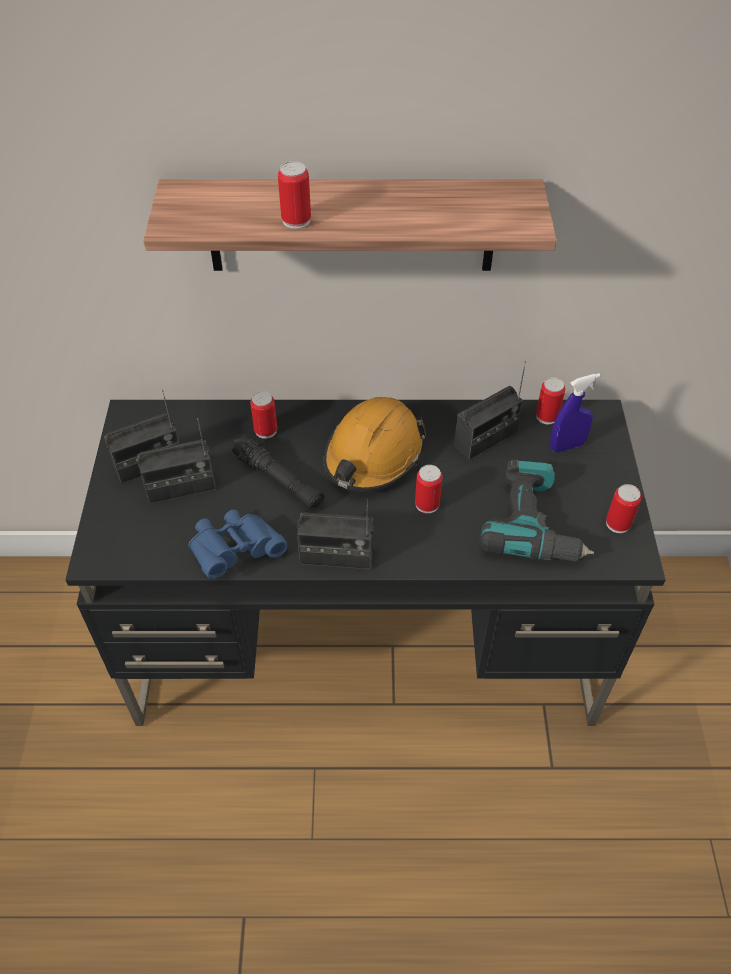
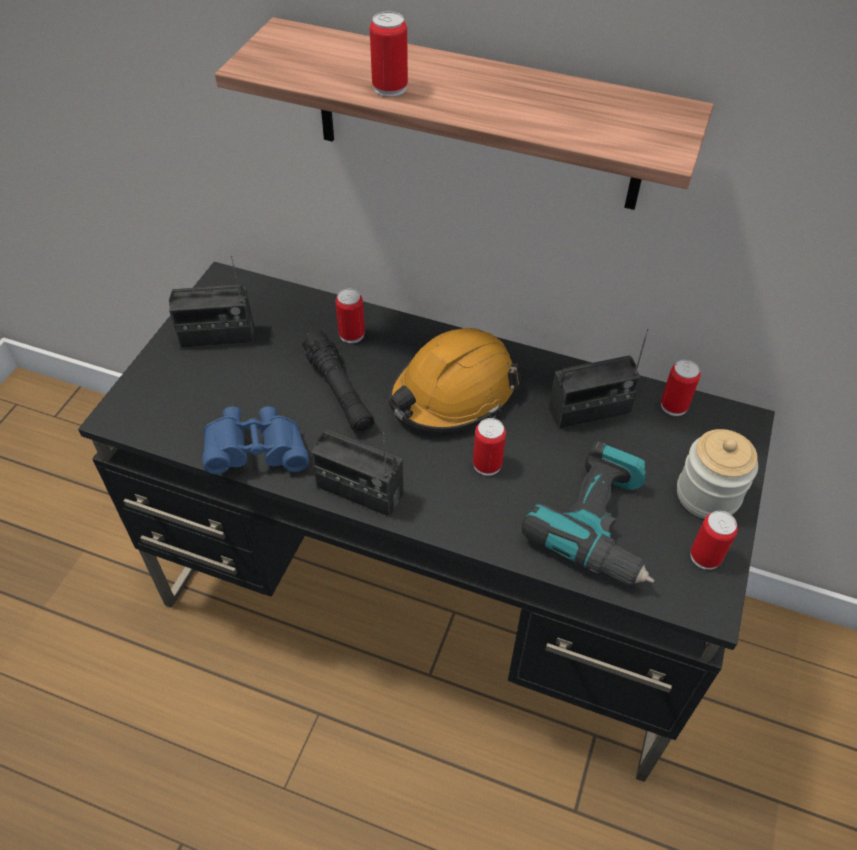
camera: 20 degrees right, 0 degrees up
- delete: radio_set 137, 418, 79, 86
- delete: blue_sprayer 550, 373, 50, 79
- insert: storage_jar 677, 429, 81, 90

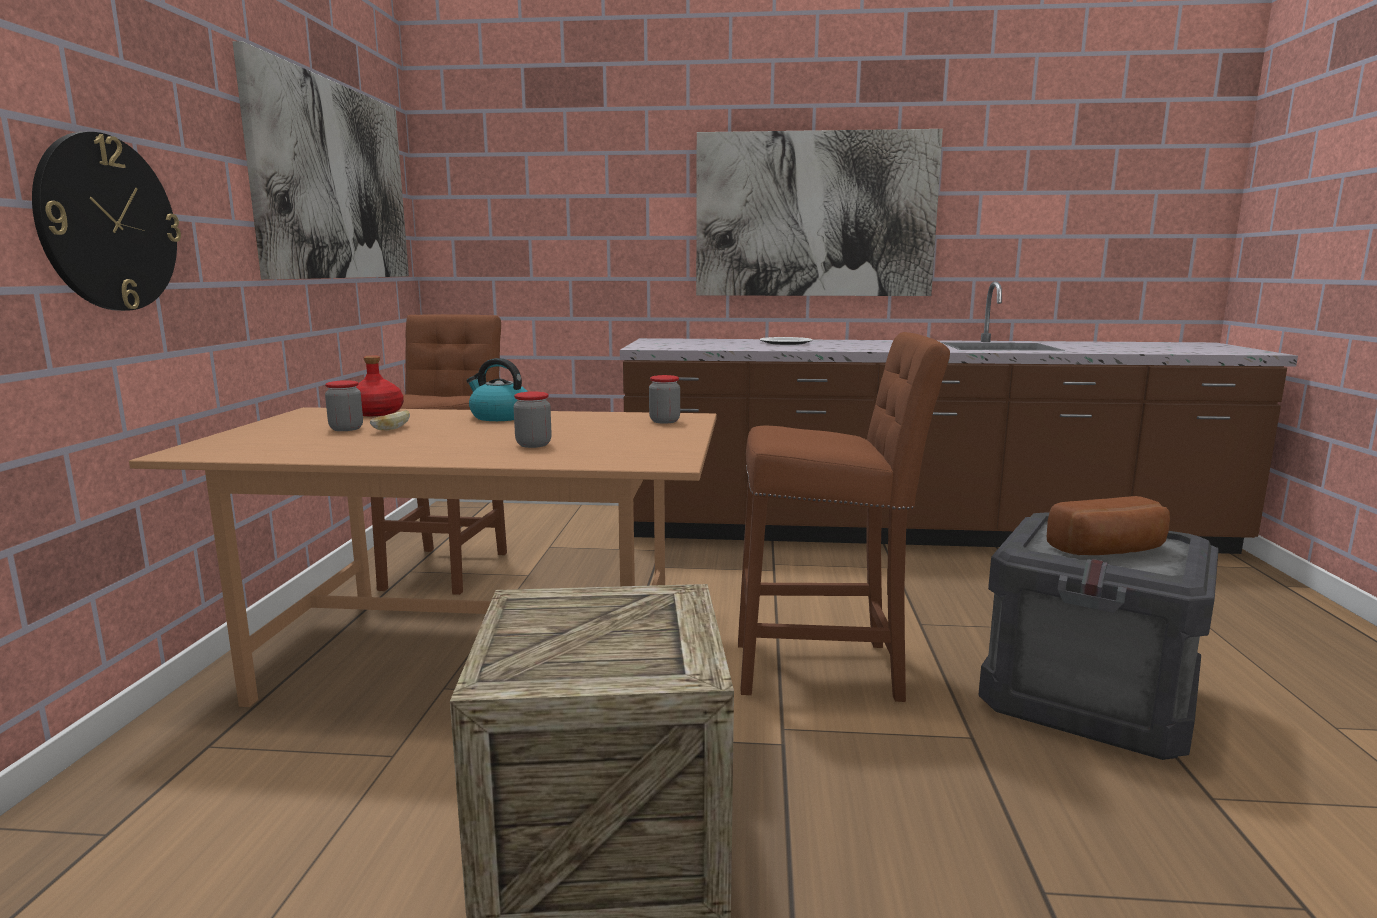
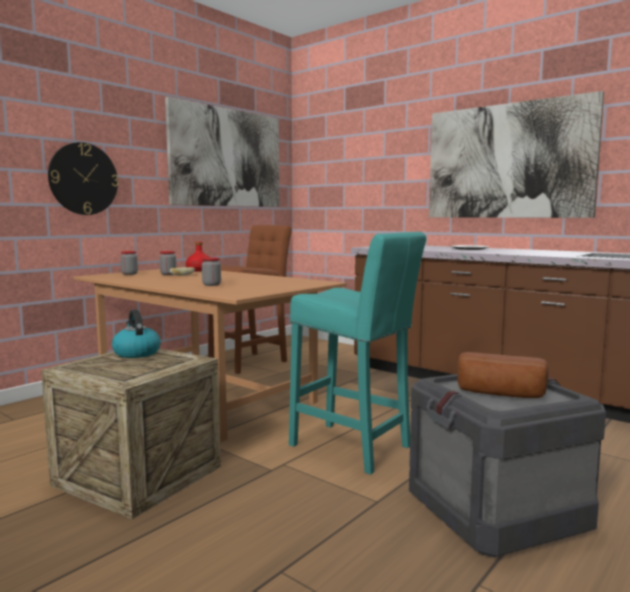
camera: 35 degrees right, 5 degrees down
- move: kettle 467, 358, 61, 63 to 112, 309, 49, 49
- move: storage_jar 649, 375, 31, 49 to 121, 251, 17, 24
- recolor: brownish_stool_seat 738, 332, 212, 370 to turquoise-coloured_stool_seat 289, 232, 137, 243

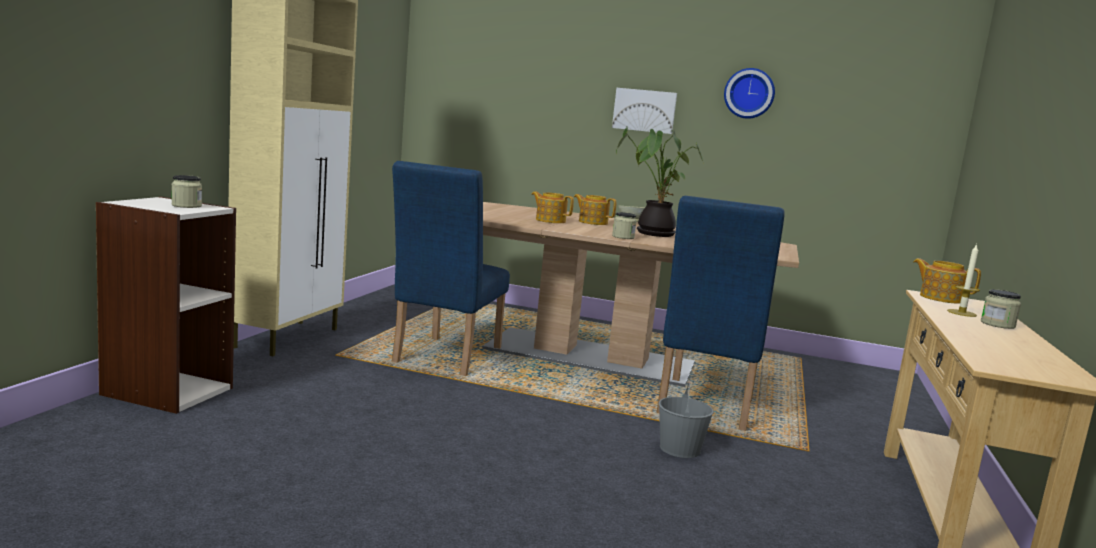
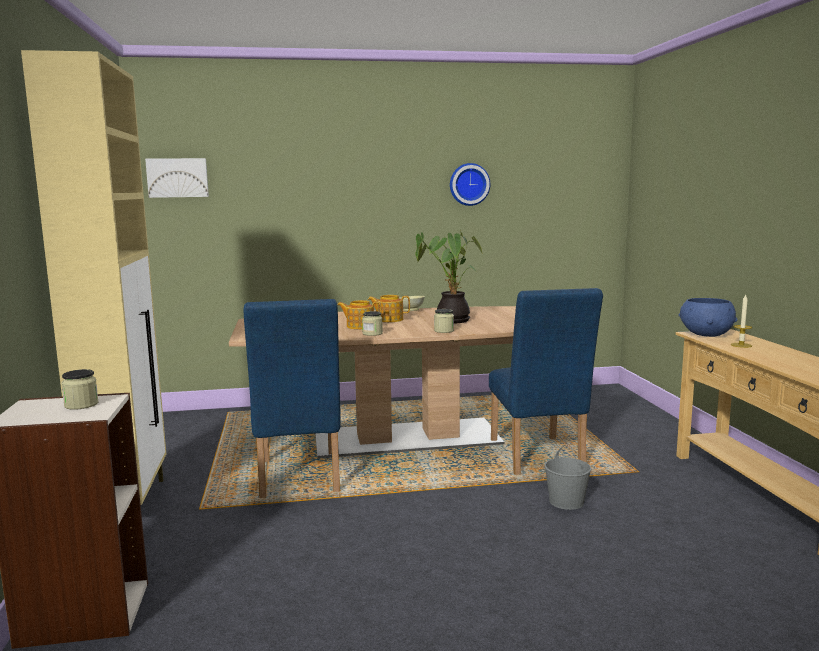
camera: 25 degrees left, 0 degrees up
- move: picture 612, 88, 65, 46 to 145, 158, 64, 40
- move: storage_jar 981, 289, 40, 40 to 362, 311, 21, 25
- replace: tea_pot 913, 258, 68, 45 to blue_serving_bowl 679, 298, 58, 39

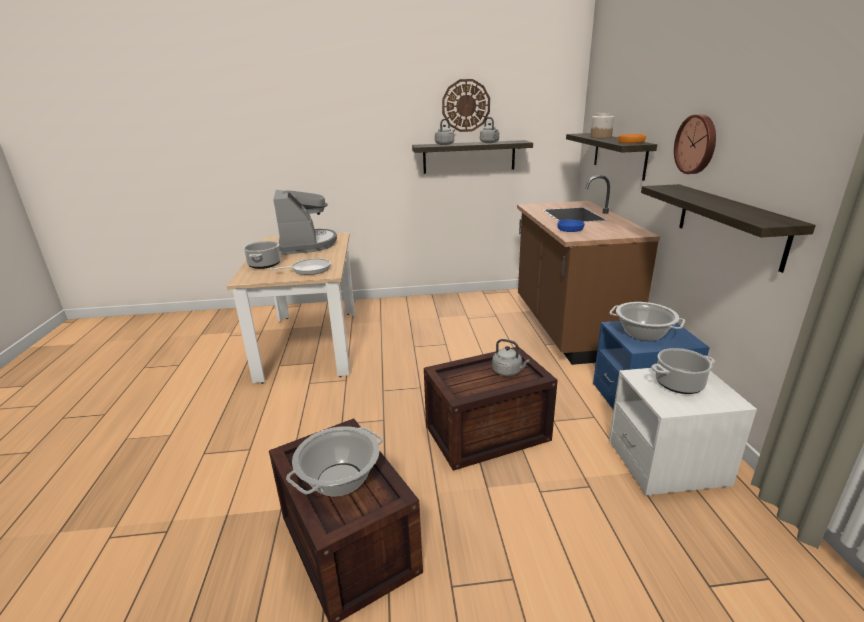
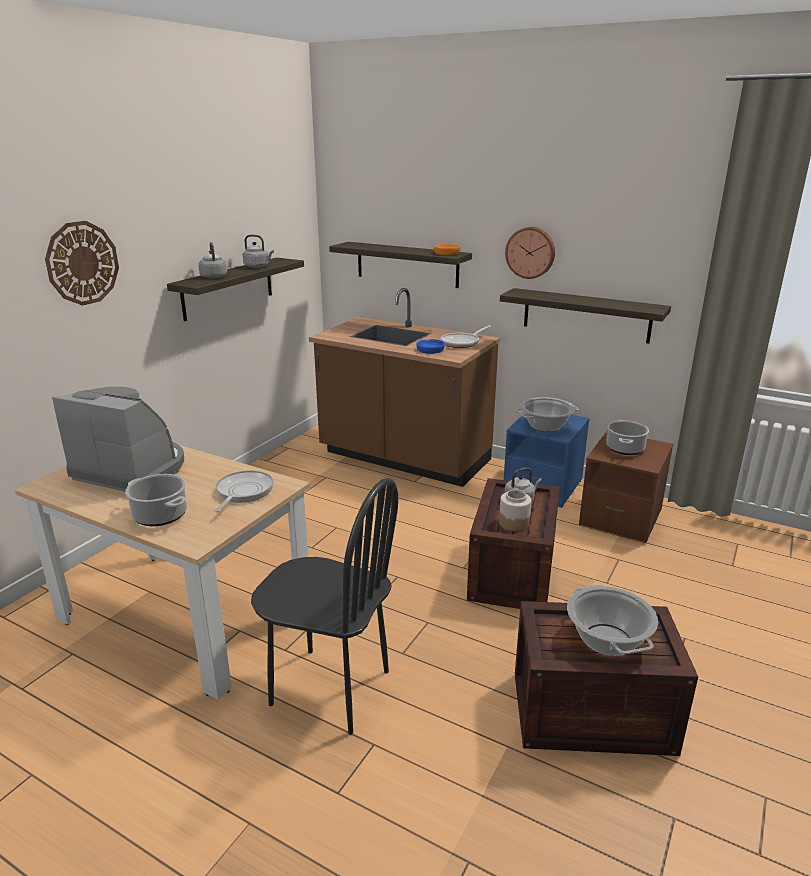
camera: 55 degrees left, 0 degrees up
- insert: black_upright_chair 251, 478, 147, 257
- insert: pan 441, 325, 50, 23
- move: wall_clock 442, 79, 48, 53 to 45, 221, 74, 85
- move: storage_jar 590, 113, 24, 25 to 499, 490, 33, 41
- recolor: white-coloured_nightstand 609, 367, 148, 129 to brownish_nightstand 579, 431, 94, 112

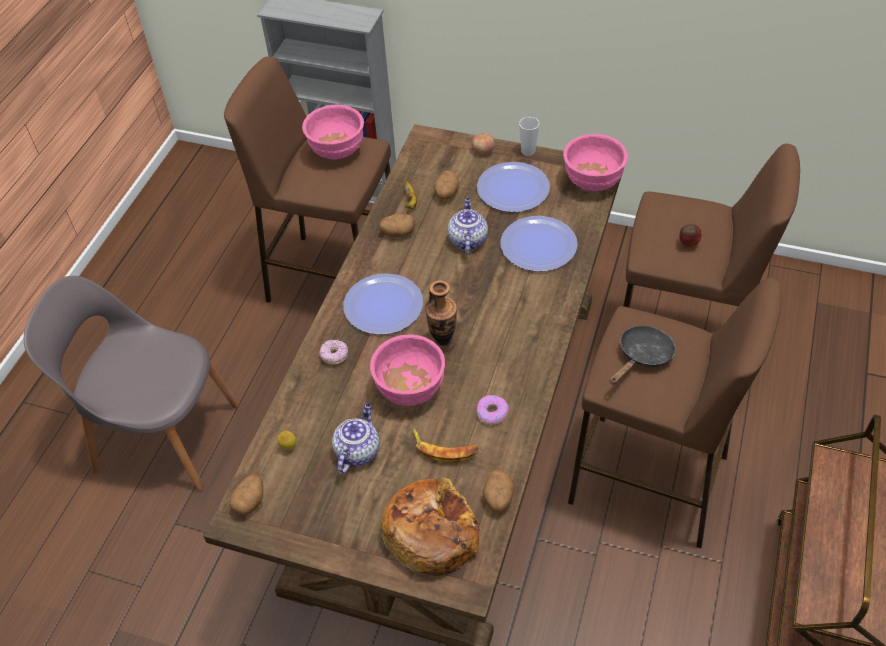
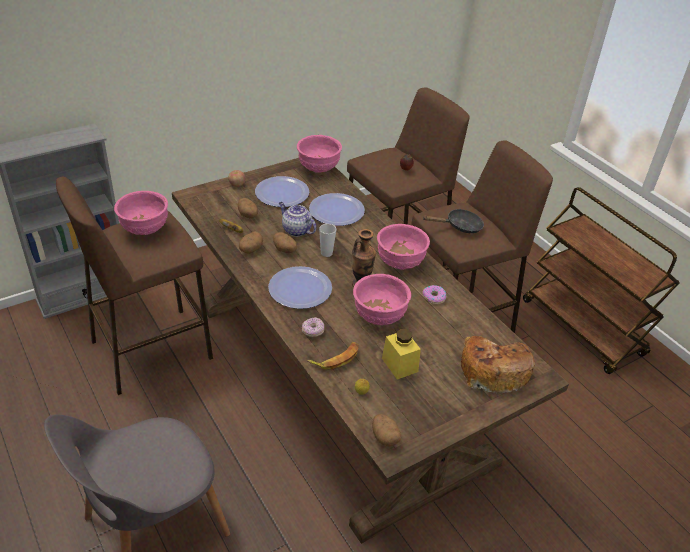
camera: 55 degrees left, 10 degrees down
- insert: pink-coloured_serving_bowl 377, 224, 53, 46
- move: banana 413, 428, 66, 35 to 307, 342, 52, 28
- move: spud 483, 469, 31, 43 to 273, 232, 24, 21
- move: cup 519, 117, 21, 39 to 319, 224, 18, 33
- replace: tea_pot 332, 403, 48, 71 to yellow_storage_jar 382, 329, 39, 50
- rotate: black_pan 610, 326, 66, 59 = 422, 209, 62, 24 90 degrees clockwise

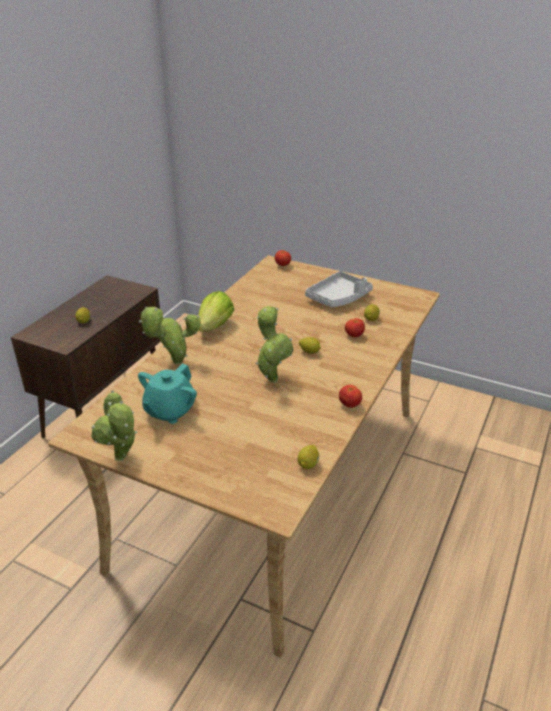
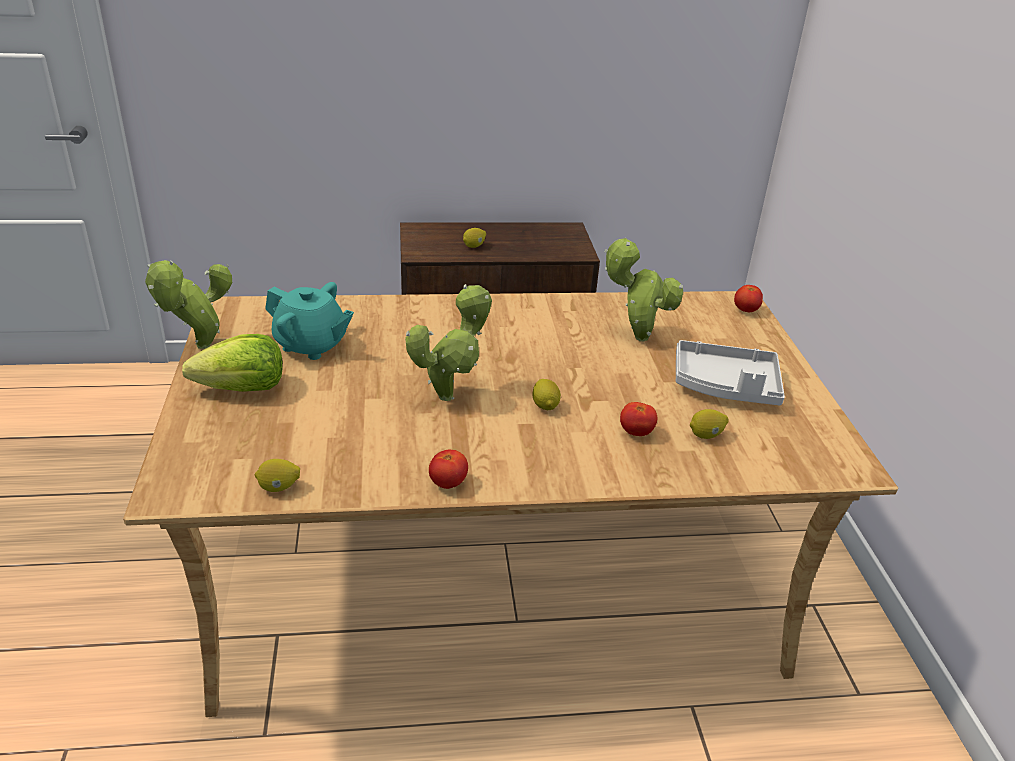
camera: 55 degrees right, 0 degrees up
- move: plant_in_a_pot 139, 307, 62, 57 to 604, 238, 79, 103
- move: head_of_lettuce 198, 291, 36, 41 to 182, 334, 101, 58
- rotate: turquoise-coloured_tea_pot 138, 363, 59, 61 = 265, 282, 89, 78 150 degrees counterclockwise

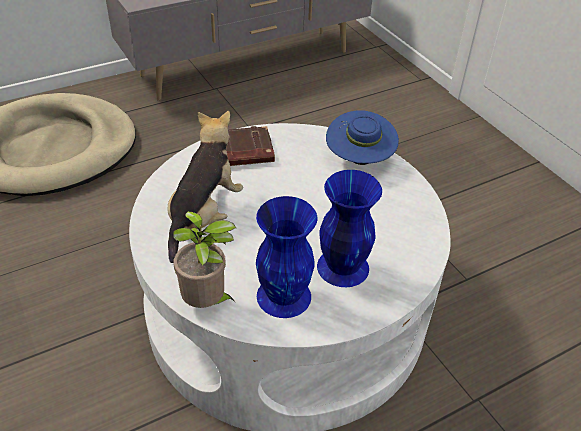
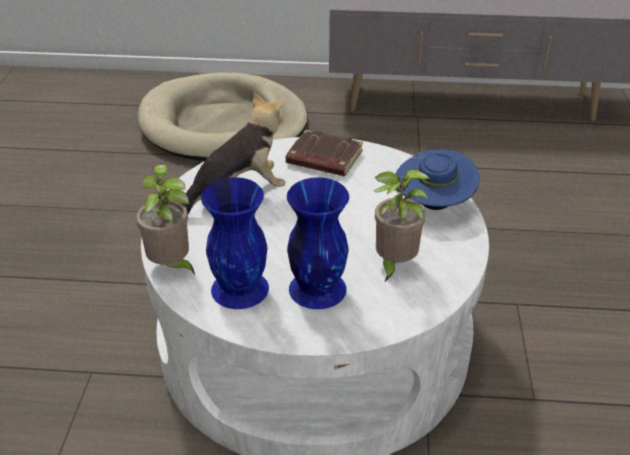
camera: 35 degrees right, 5 degrees down
- insert: plant_in_a_pot 374, 169, 56, 112

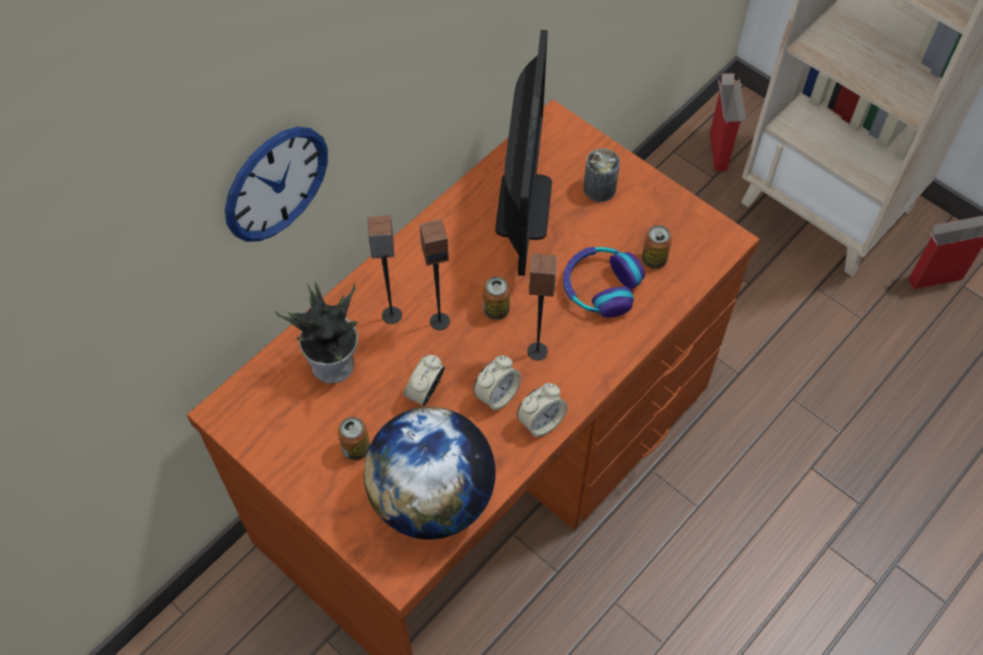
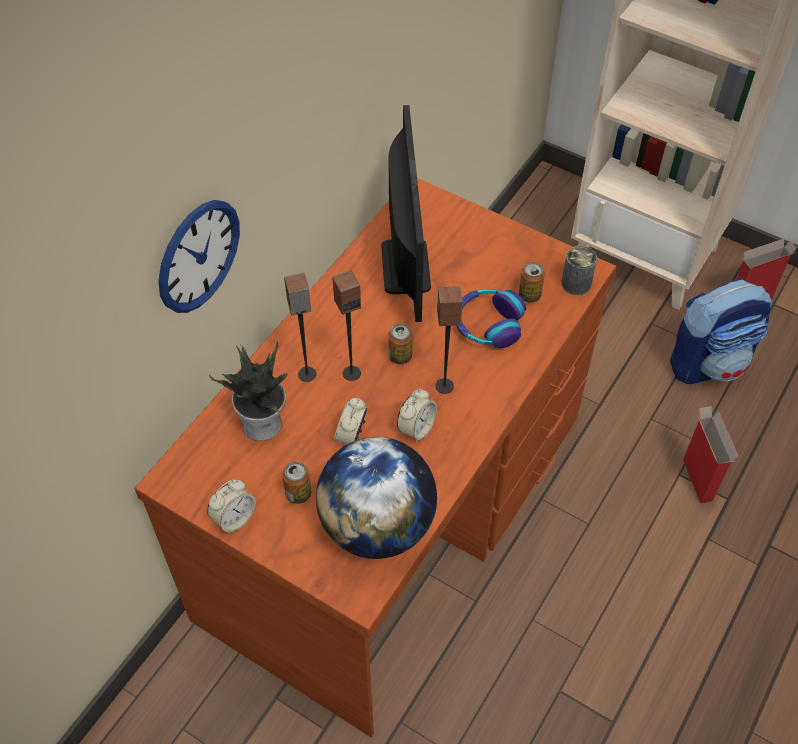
camera: 10 degrees left, 5 degrees down
- insert: knapsack 670, 280, 102, 104
- move: alarm_clock 517, 383, 50, 54 to 207, 479, 49, 55
- move: metal_can 583, 148, 37, 54 to 561, 246, 36, 49
- move: carton 710, 73, 36, 98 to 683, 406, 55, 97

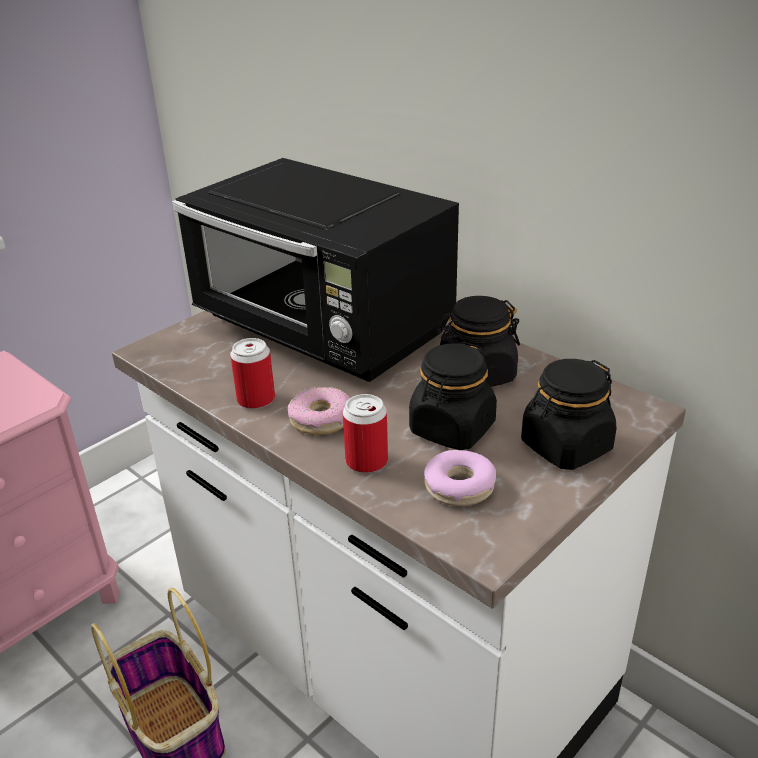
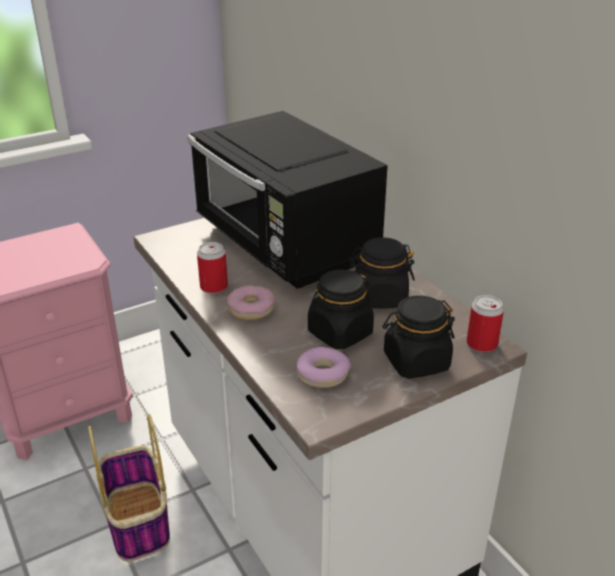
camera: 15 degrees right, 0 degrees up
- move: metal_can 343, 394, 45, 79 to 467, 295, 37, 57

